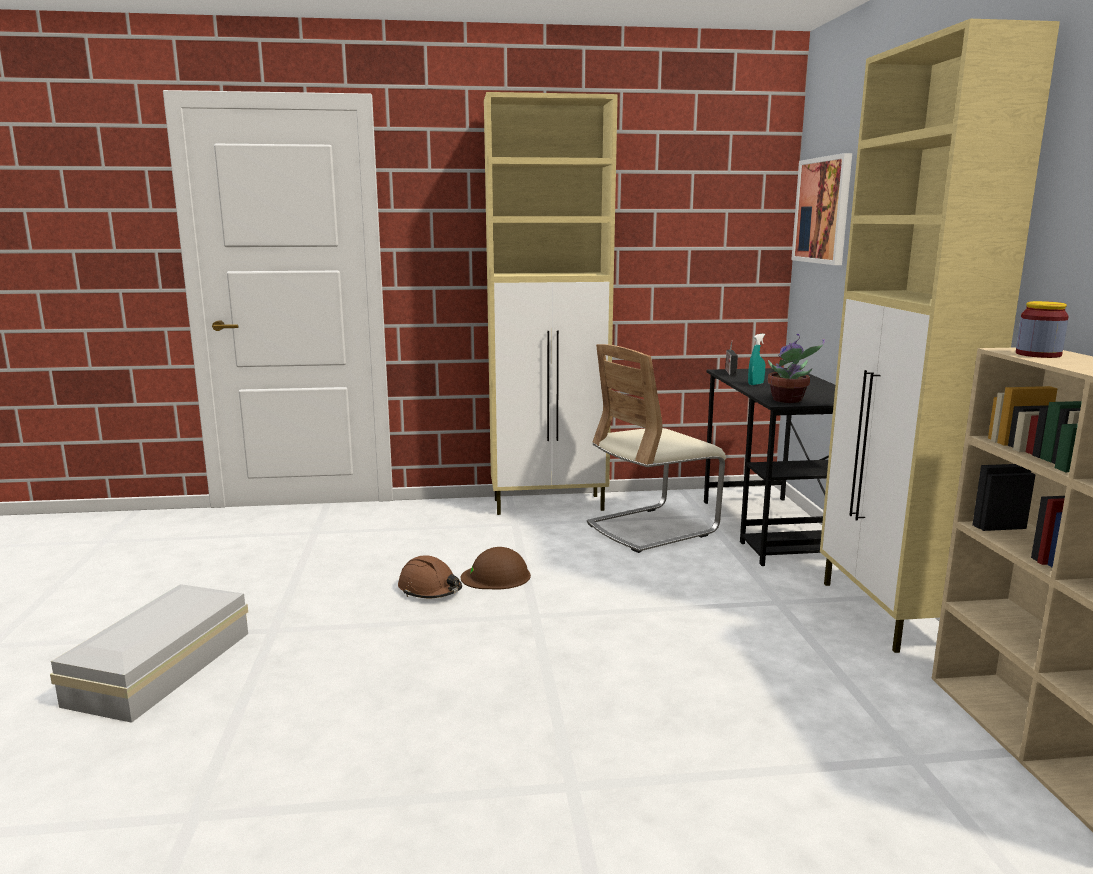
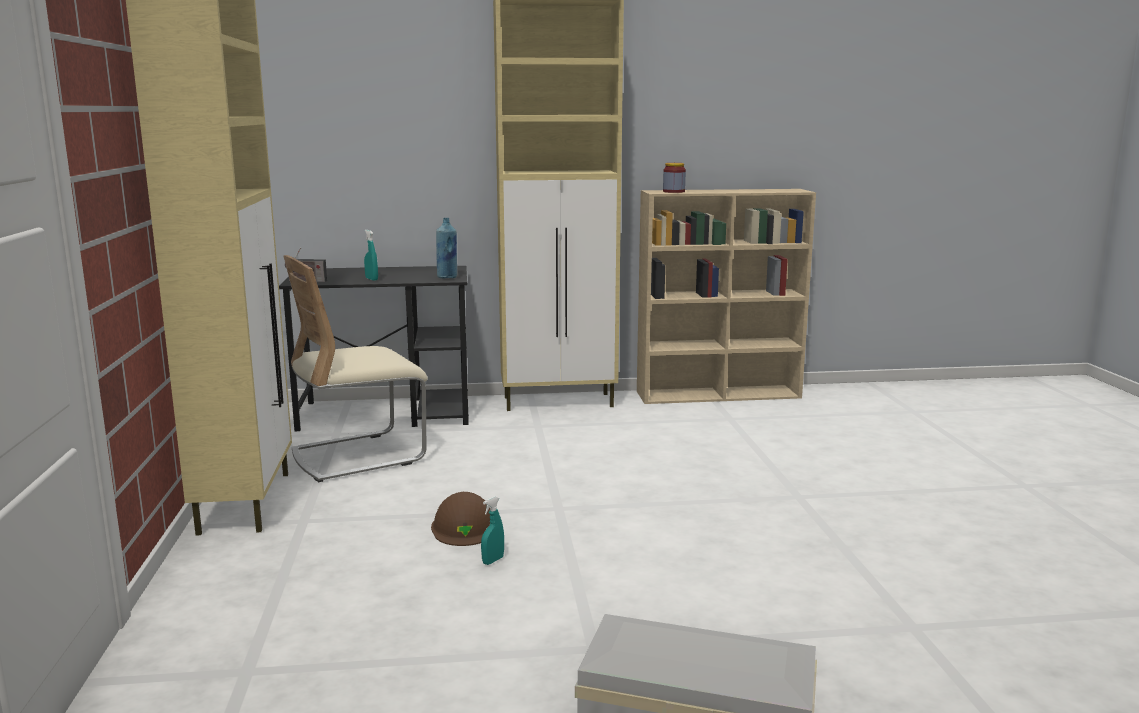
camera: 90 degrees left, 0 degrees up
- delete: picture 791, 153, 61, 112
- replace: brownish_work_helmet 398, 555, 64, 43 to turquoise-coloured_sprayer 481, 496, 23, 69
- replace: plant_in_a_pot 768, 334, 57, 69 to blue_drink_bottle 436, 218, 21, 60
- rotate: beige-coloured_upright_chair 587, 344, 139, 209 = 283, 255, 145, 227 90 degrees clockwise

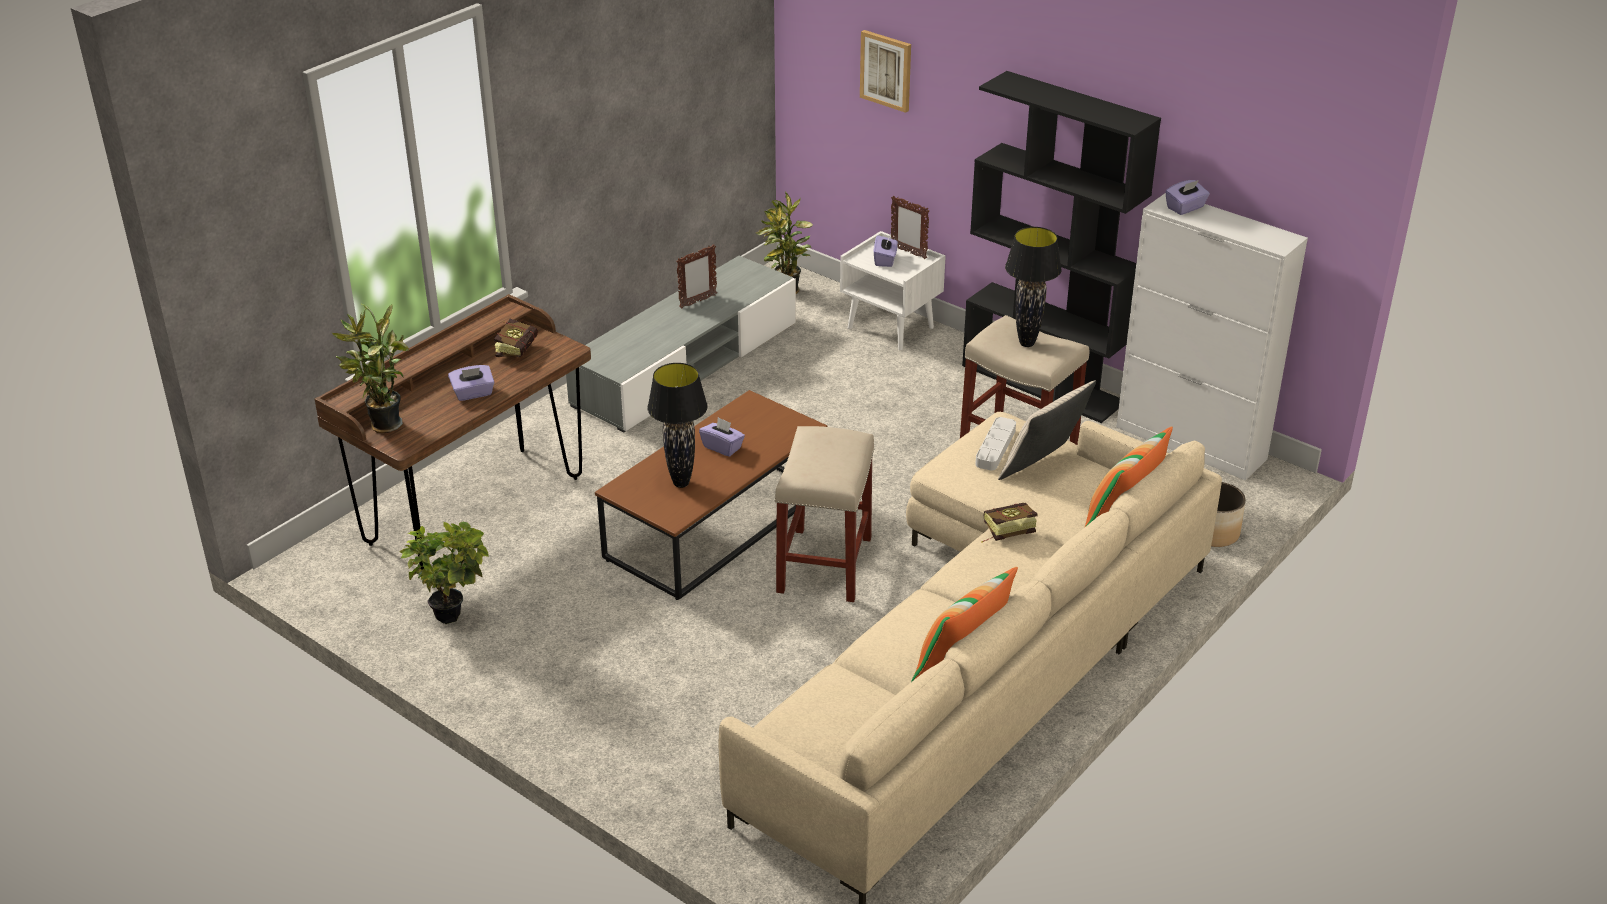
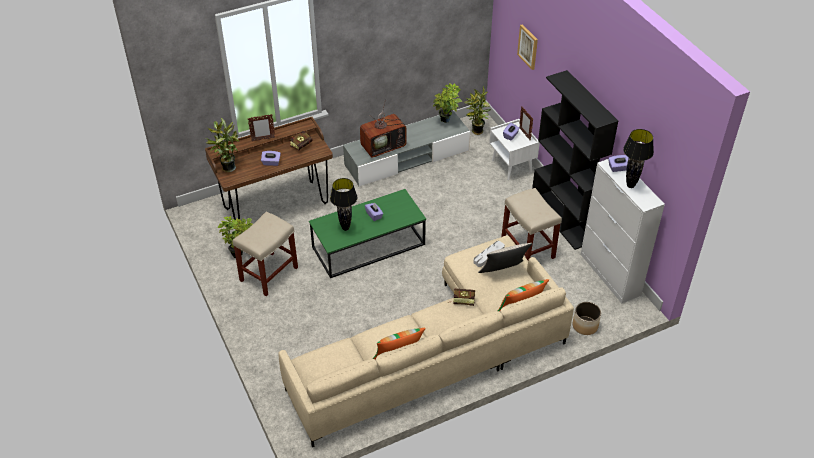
camera: 25 degrees right, 10 degrees up
- insert: television 360, 99, 47, 59
- insert: plant_in_a_pot 433, 83, 29, 40
- move: photo_frame 676, 244, 41, 65 to 248, 114, 27, 27
- move: beige-coloured_stool_seat 774, 426, 100, 176 to 233, 211, 65, 86
- move: black_tabletop_lamp 1005, 227, 57, 120 to 623, 129, 31, 59
- recolor: brownish_coffee_table 595, 390, 232, 210 to green_coffee_table 309, 189, 117, 89

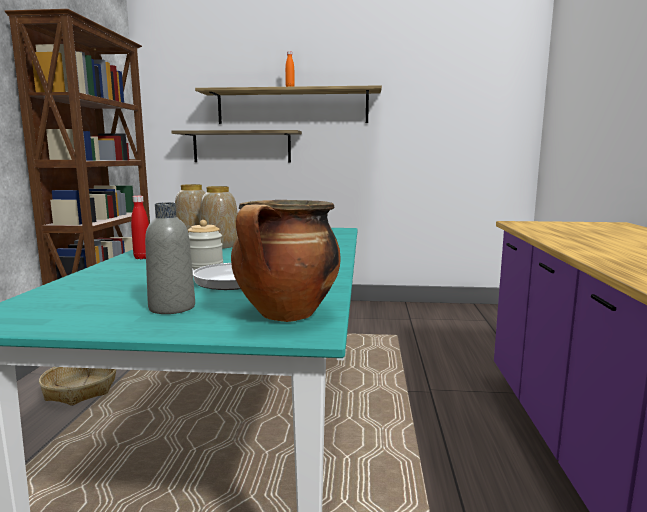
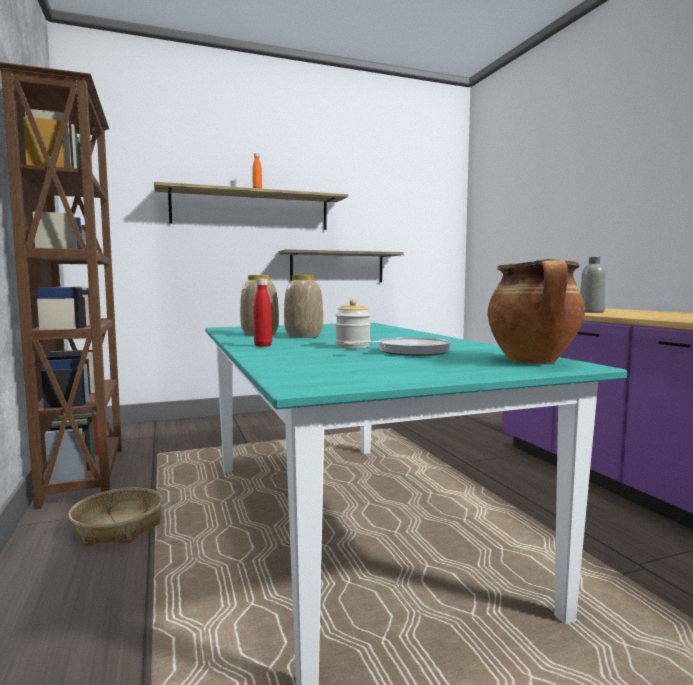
camera: 25 degrees left, 5 degrees down
- move: greyish_drink_bottle 145, 202, 50, 112 to 580, 257, 26, 56
- move: shelf 171, 130, 131, 32 to 279, 249, 125, 33

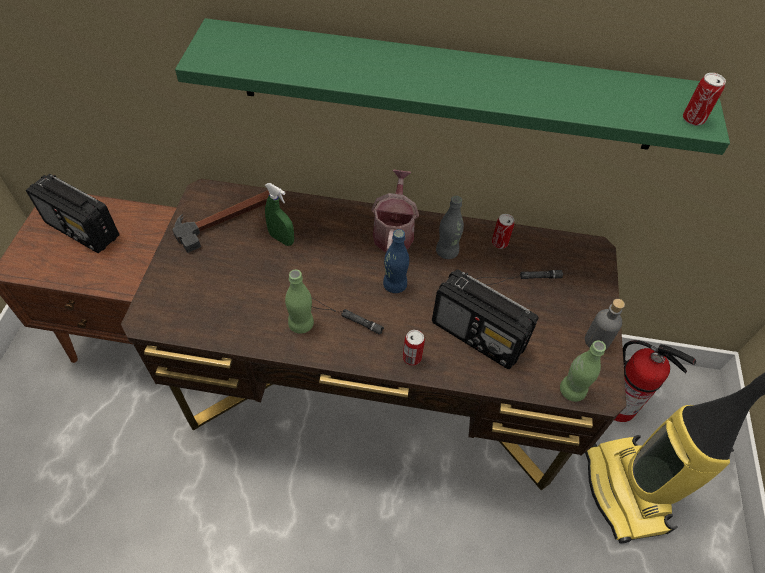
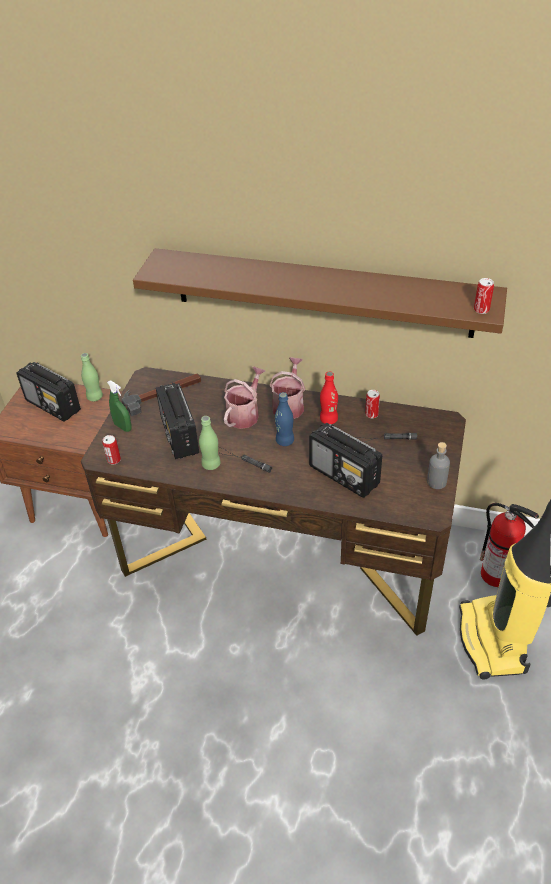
camera: 10 degrees right, 10 degrees down
- insert: radio_set 156, 382, 43, 77
- insert: sprinkling_can 224, 367, 42, 62
- move: green_sprayer 265, 183, 29, 63 to 107, 380, 25, 52
- move: metal_can 403, 330, 22, 36 to 103, 435, 18, 30
- move: green_drink_bottle 560, 340, 46, 62 to 81, 353, 22, 48
- recolor: green_shelf 175, 18, 555, 137 to brownish_shelf 133, 248, 374, 90
- recolor: greyish_drink_bottle 436, 196, 28, 63 to red_drink_bottle 320, 371, 18, 53

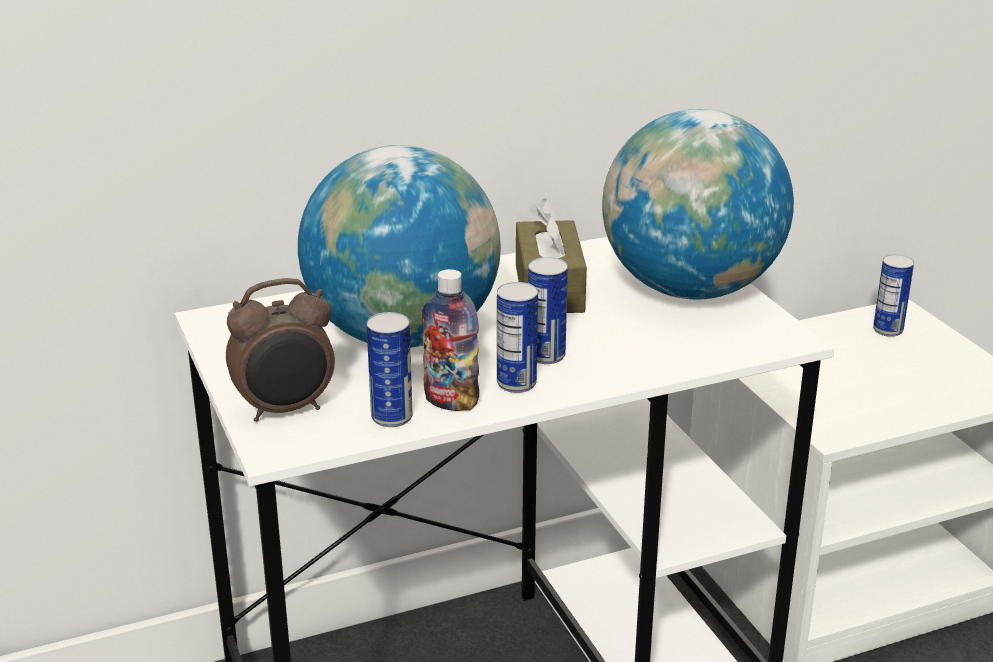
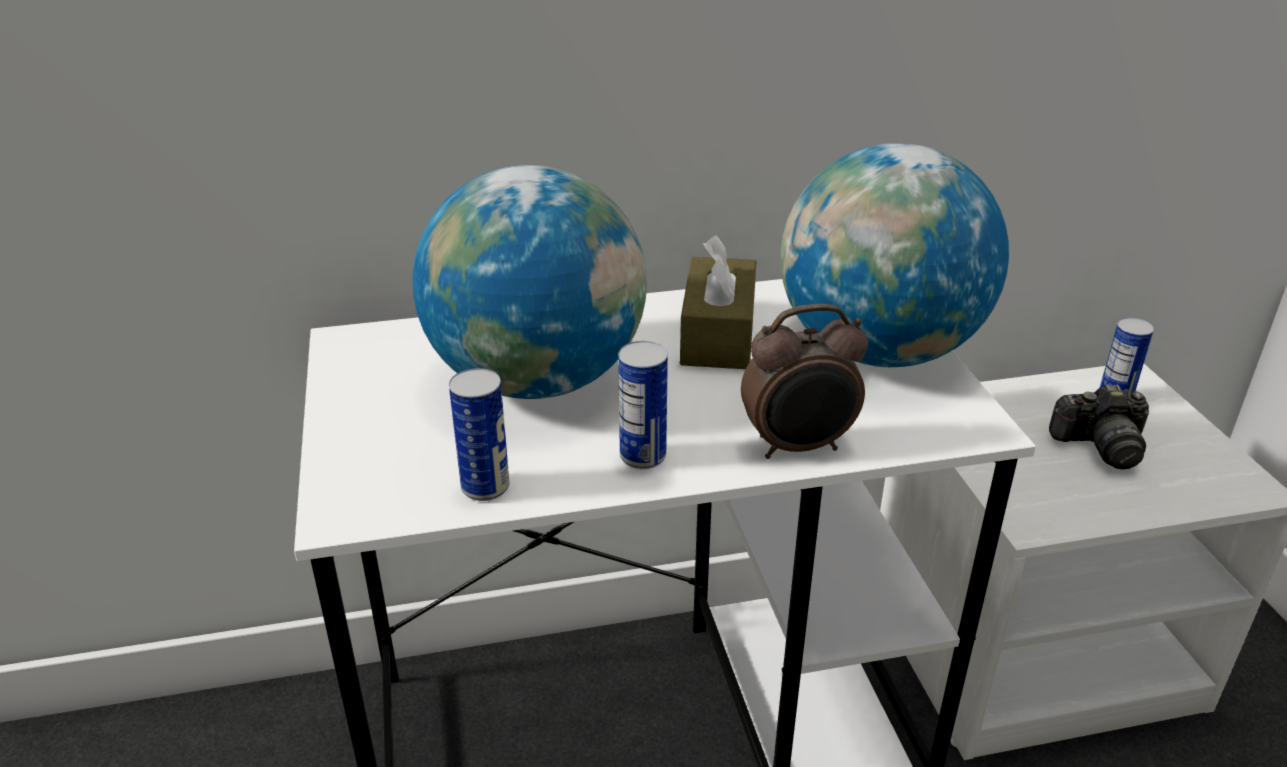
camera: 10 degrees right, 5 degrees up
- delete: drink_bottle 422, 269, 57, 142
- delete: metal_can 528, 257, 40, 107
- insert: still_camera 1049, 384, 100, 85
- move: alarm_clock 226, 278, 109, 144 to 741, 303, 127, 156

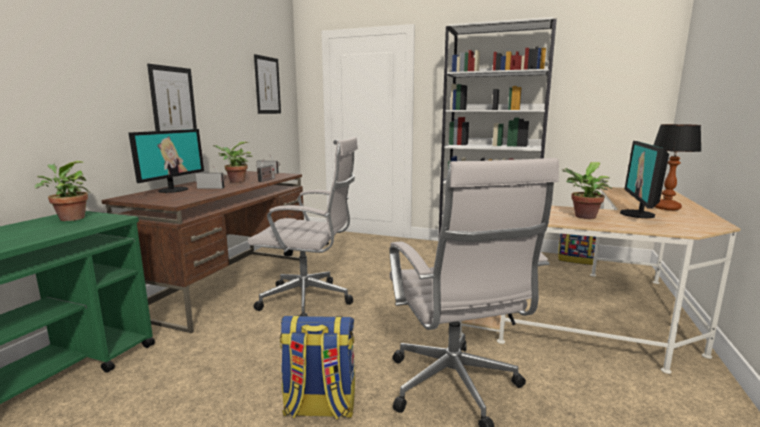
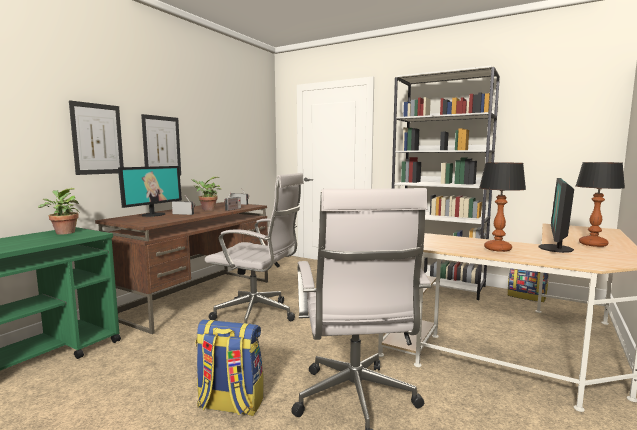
camera: 10 degrees right, 5 degrees down
- move: picture 254, 54, 27, 60 to 69, 100, 55, 75
- replace: plant_in_a_pot 562, 162, 50, 57 to tabletop_lamp 479, 163, 47, 89

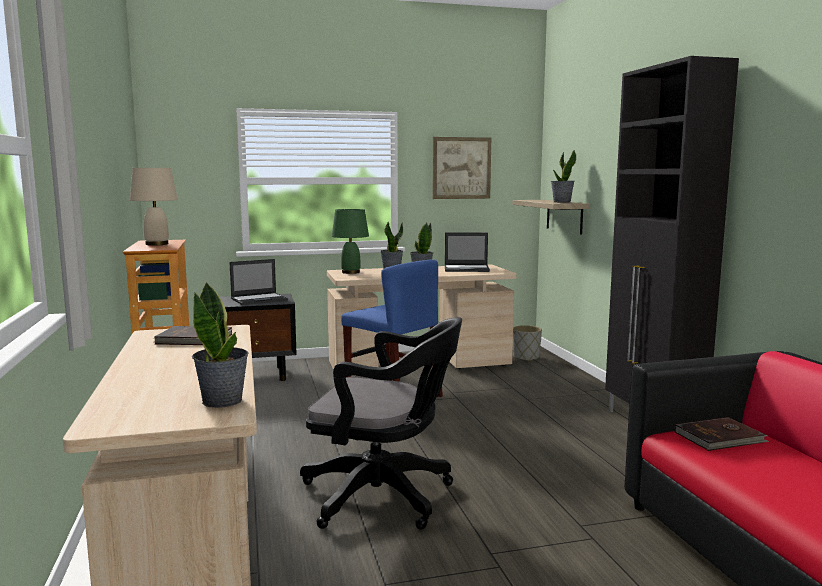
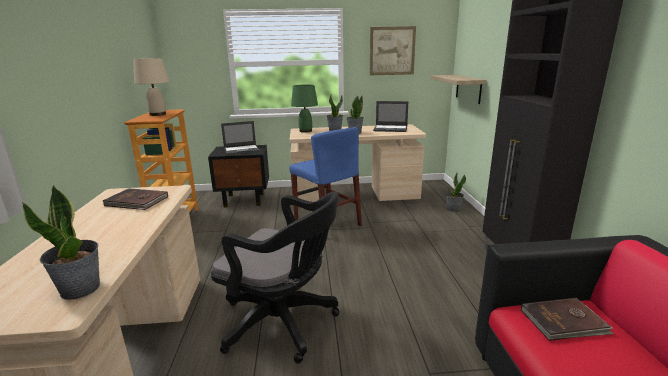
camera: 10 degrees right, 10 degrees up
- delete: greyish_plant_pot 513, 325, 29, 36
- move: plant_in_a_pot 551, 150, 25, 53 to 446, 173, 20, 39

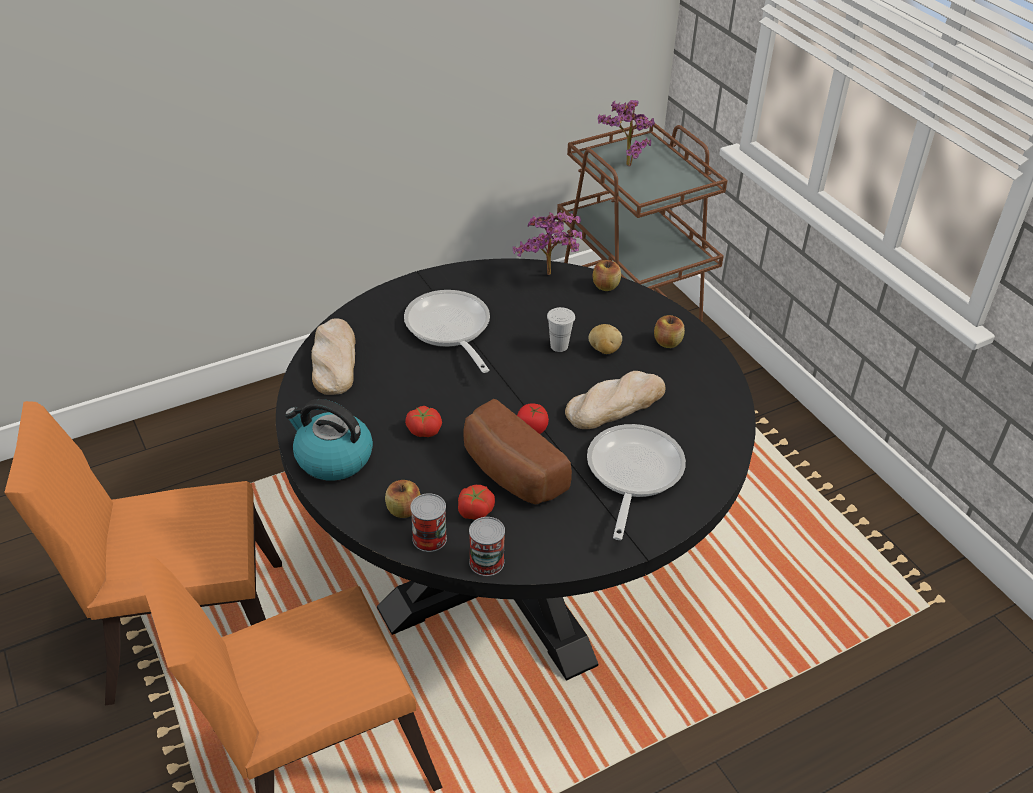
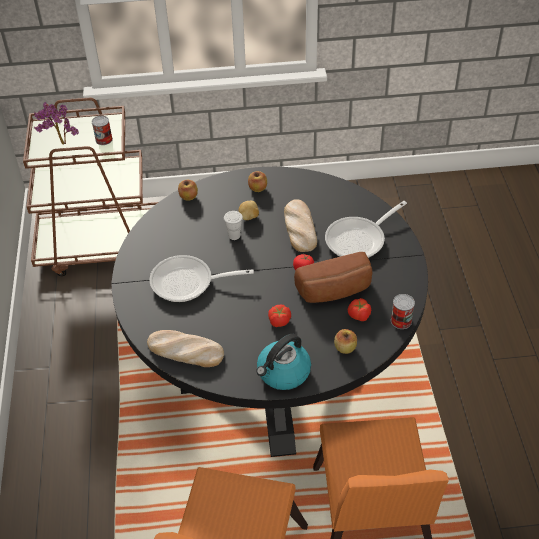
camera: 65 degrees left, 5 degrees up
- delete: plant_in_a_pot 513, 212, 69, 63
- move: metal_can 410, 493, 37, 59 to 92, 116, 21, 29
- rotate: pan 587, 424, 99, 116 = 325, 201, 82, 57 75 degrees counterclockwise

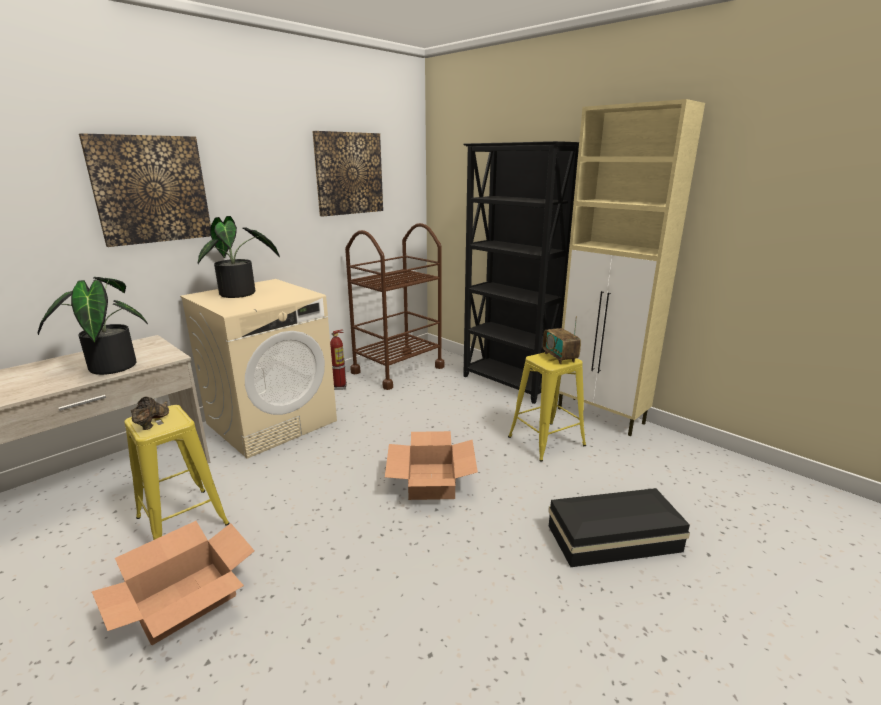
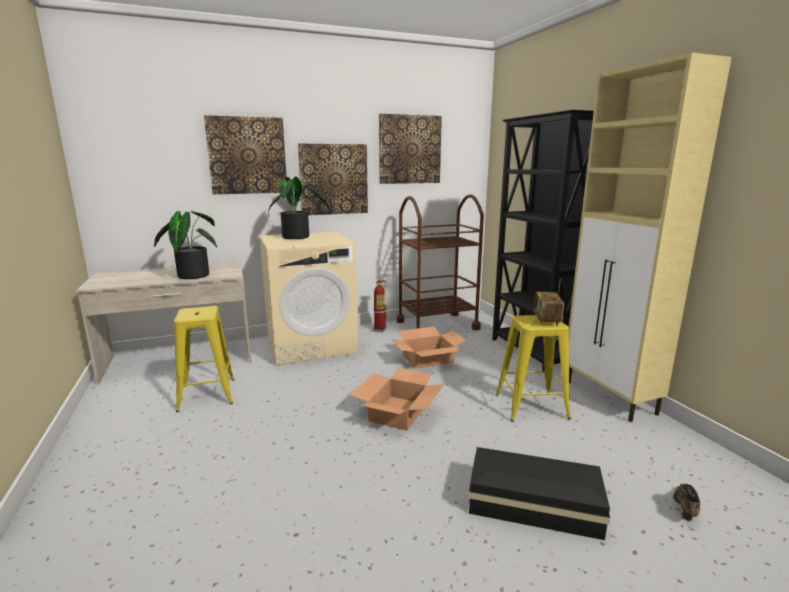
camera: 25 degrees right, 5 degrees down
- insert: picture 298, 144, 70, 71
- move: carton 92, 521, 163, 124 to 391, 326, 76, 43
- move: brownish_shoe 131, 397, 38, 33 to 673, 484, 27, 37

